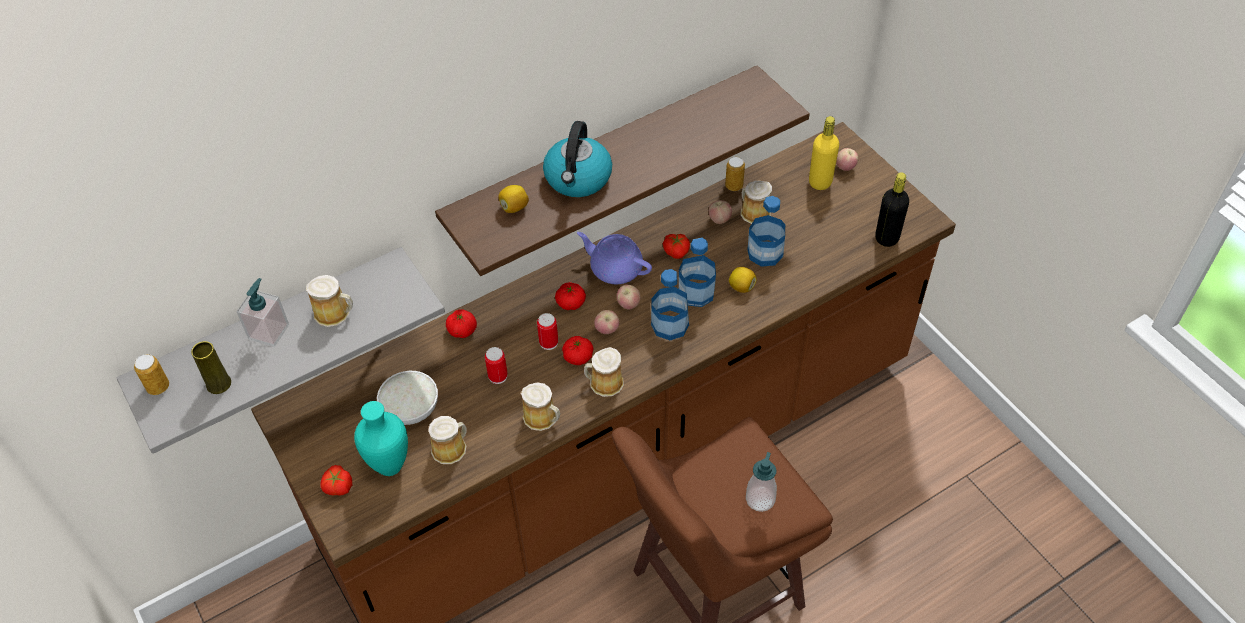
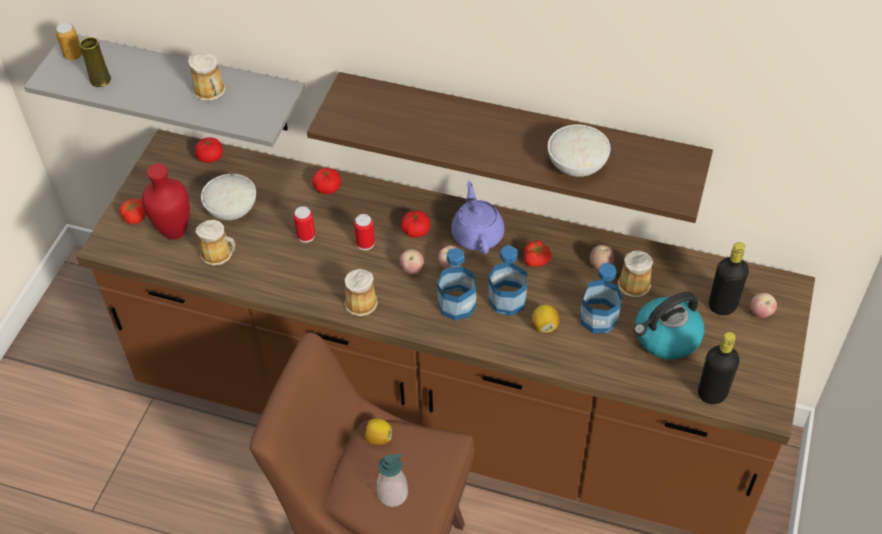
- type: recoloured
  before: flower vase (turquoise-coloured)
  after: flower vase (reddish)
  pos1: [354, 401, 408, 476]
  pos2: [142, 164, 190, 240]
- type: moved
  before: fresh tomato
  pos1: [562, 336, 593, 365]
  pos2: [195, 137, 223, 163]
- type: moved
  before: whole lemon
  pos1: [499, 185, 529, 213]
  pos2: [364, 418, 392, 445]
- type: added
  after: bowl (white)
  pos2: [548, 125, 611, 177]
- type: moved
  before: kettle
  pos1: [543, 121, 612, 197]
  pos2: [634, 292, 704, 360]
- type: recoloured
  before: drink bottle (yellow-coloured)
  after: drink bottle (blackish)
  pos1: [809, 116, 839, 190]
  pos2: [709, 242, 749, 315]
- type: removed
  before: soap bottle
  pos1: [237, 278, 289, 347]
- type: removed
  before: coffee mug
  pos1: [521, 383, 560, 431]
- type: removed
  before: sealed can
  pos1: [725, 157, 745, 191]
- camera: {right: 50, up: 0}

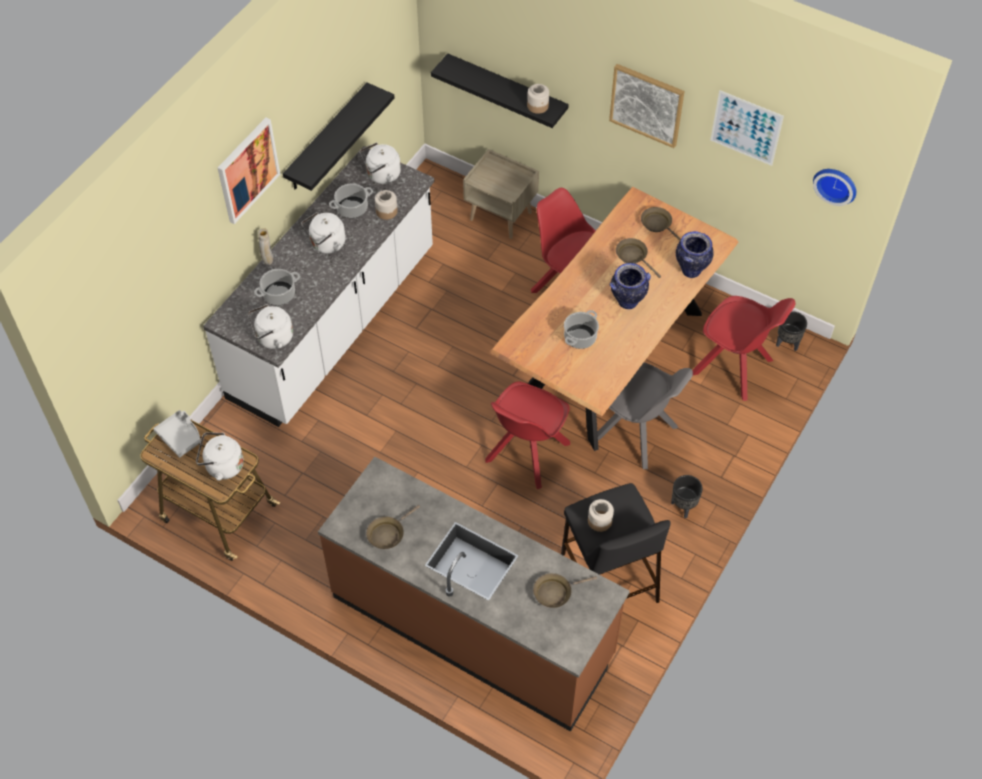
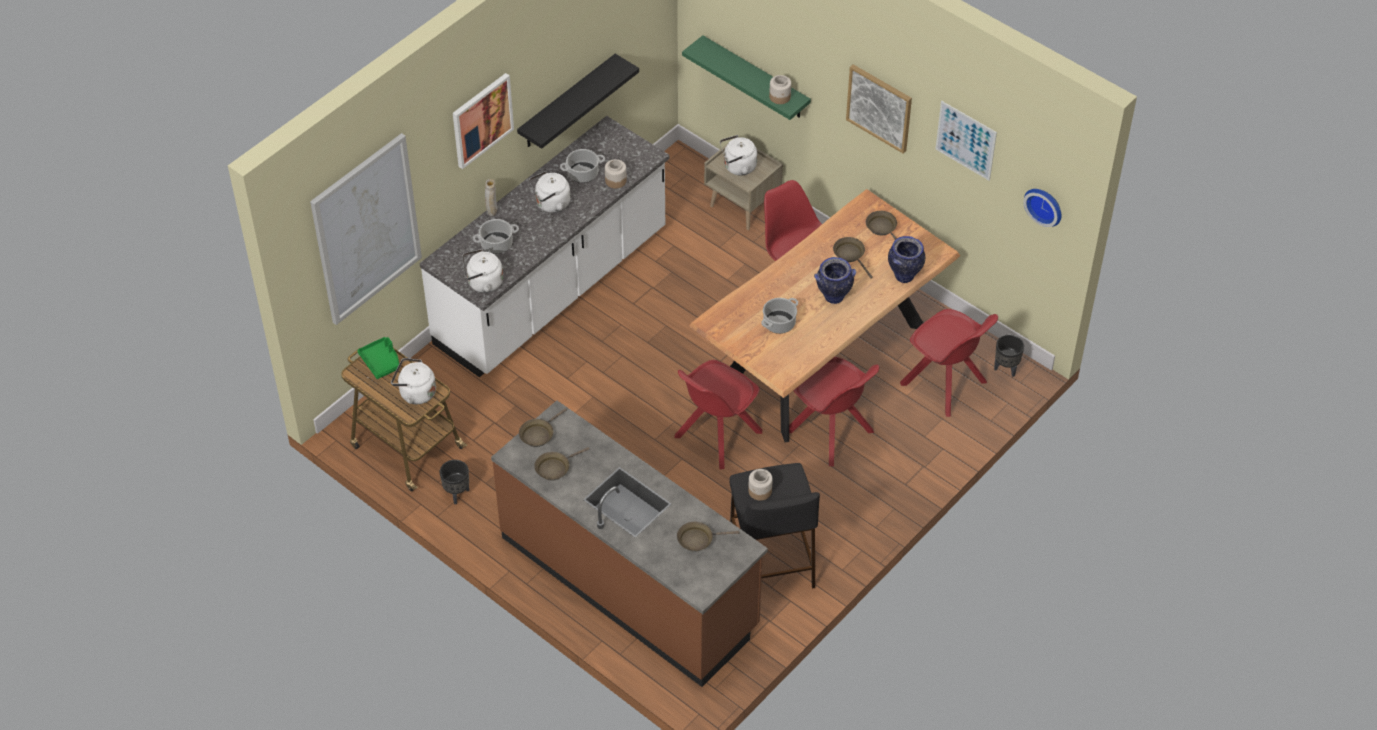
- type: added
  after: wall picture
  pos2: [310, 133, 422, 325]
- type: recoloured
  before: tray (gray)
  after: tray (greenish)
  pos1: [153, 410, 201, 457]
  pos2: [357, 337, 399, 379]
- type: moved
  before: planter (blackish)
  pos1: [671, 475, 703, 518]
  pos2: [440, 460, 469, 504]
- type: added
  after: pan (brown)
  pos2: [519, 408, 567, 447]
- type: recoloured
  before: wall shelf (blackish)
  after: wall shelf (greenish)
  pos1: [431, 54, 569, 128]
  pos2: [682, 35, 811, 120]
- type: moved
  before: kettle (white)
  pos1: [360, 142, 401, 184]
  pos2: [720, 135, 757, 176]
- type: recoloured
  before: chair (gray)
  after: chair (reddish)
  pos1: [597, 362, 693, 469]
  pos2: [789, 357, 879, 467]
- camera: {right: 10, up: -5}

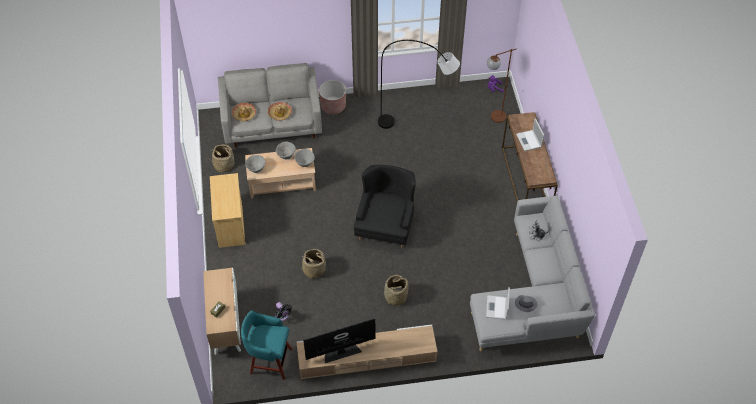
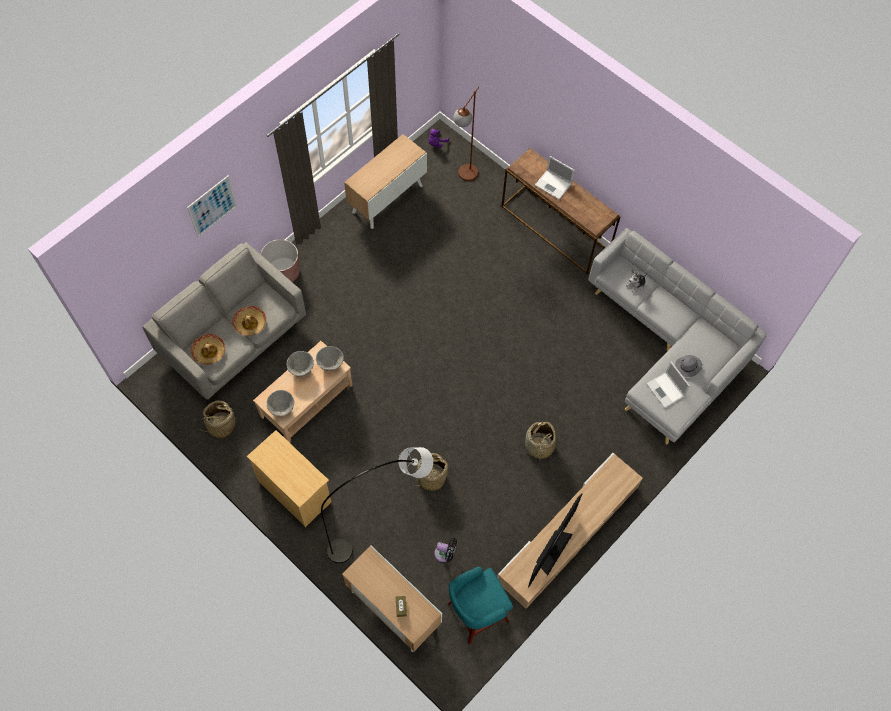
- type: added
  after: wall picture
  pos2: [187, 175, 237, 237]
- type: moved
  before: standard lamp (gray)
  pos1: [378, 40, 460, 129]
  pos2: [321, 447, 433, 563]
- type: added
  after: storage cabinet
  pos2: [344, 134, 427, 229]
- type: removed
  before: armchair (blackish)
  pos1: [354, 165, 416, 248]
- camera: {right: -40, up: 10}

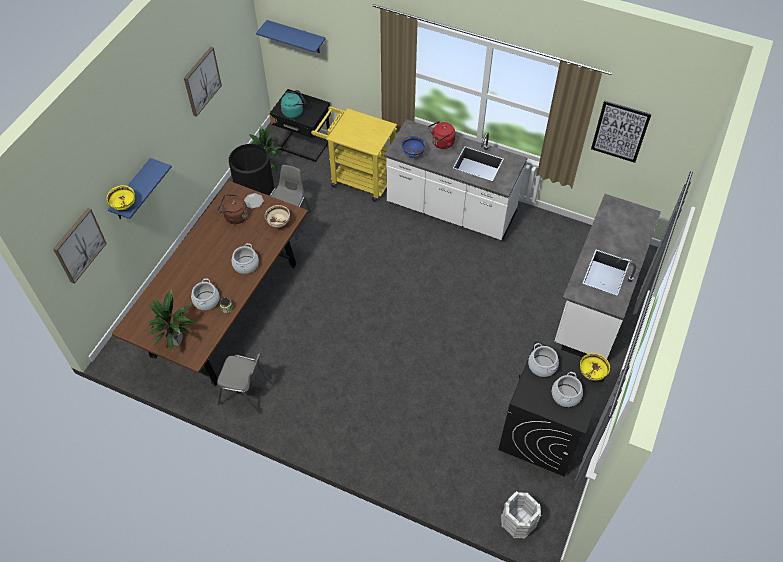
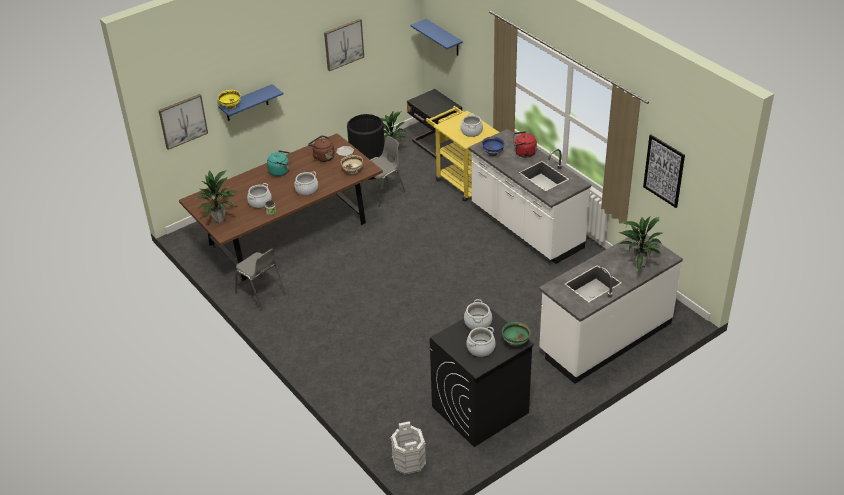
- type: moved
  before: kettle (turquoise-coloured)
  pos1: [281, 90, 306, 118]
  pos2: [267, 150, 291, 176]
- type: added
  after: cooking pot
  pos2: [460, 113, 483, 137]
- type: recoloured
  before: bowl (yellow-coloured)
  after: bowl (greenish)
  pos1: [580, 353, 610, 381]
  pos2: [502, 322, 531, 347]
- type: added
  after: houseplant
  pos2: [619, 217, 662, 272]
- camera: {right: 30, up: -15}

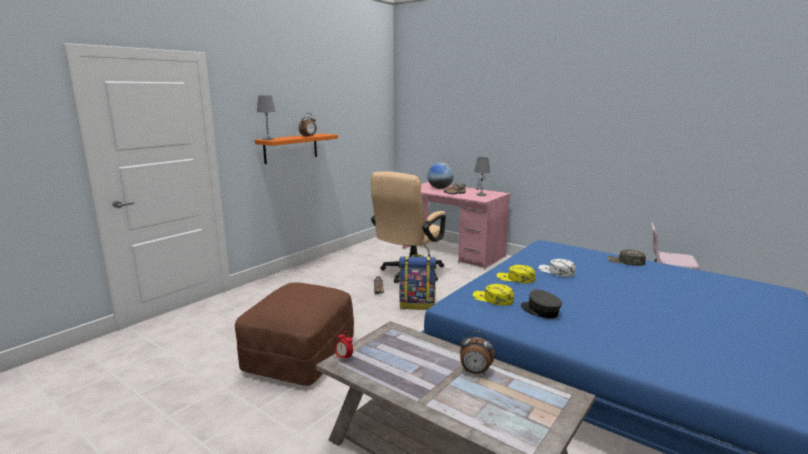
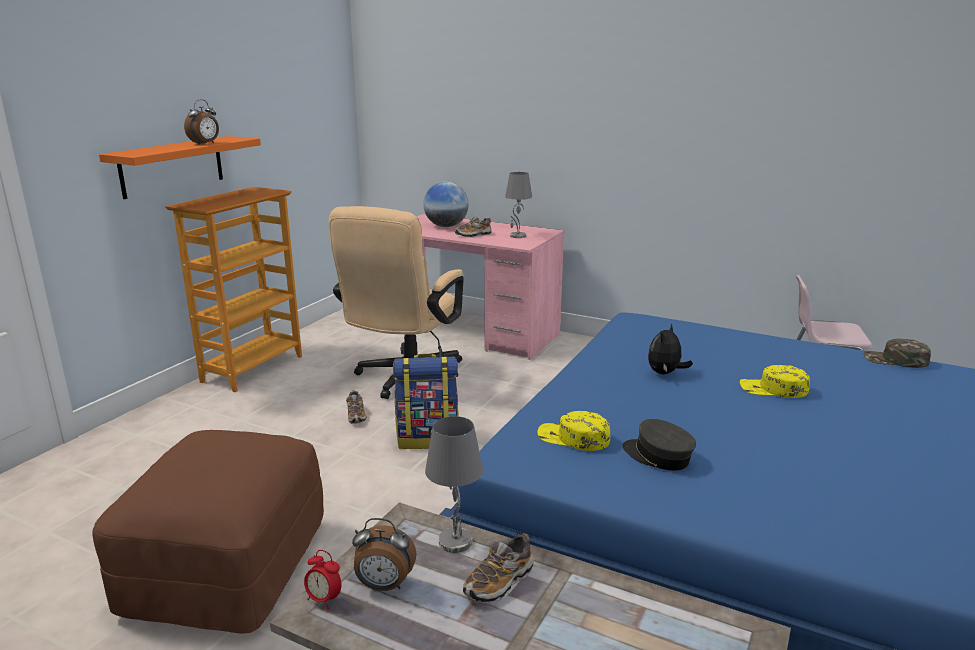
- type: added
  after: bookshelf
  pos2: [165, 187, 302, 392]
- type: moved
  before: table clock
  pos1: [460, 331, 495, 375]
  pos2: [352, 518, 417, 591]
- type: moved
  before: lamp for a table (gray)
  pos1: [257, 95, 276, 140]
  pos2: [425, 416, 483, 553]
- type: added
  after: low shoe
  pos2: [463, 533, 534, 603]
- type: replaced
  before: baseball cap (white)
  after: cuddly toy
  pos1: [539, 259, 576, 277]
  pos2: [648, 323, 693, 374]
- type: moved
  before: baseball cap (yellow-coloured)
  pos1: [497, 265, 535, 283]
  pos2: [740, 365, 810, 398]
- type: moved
  before: baseball cap (greenish)
  pos1: [608, 249, 646, 266]
  pos2: [863, 339, 931, 368]
- camera: {right: -10, up: 5}

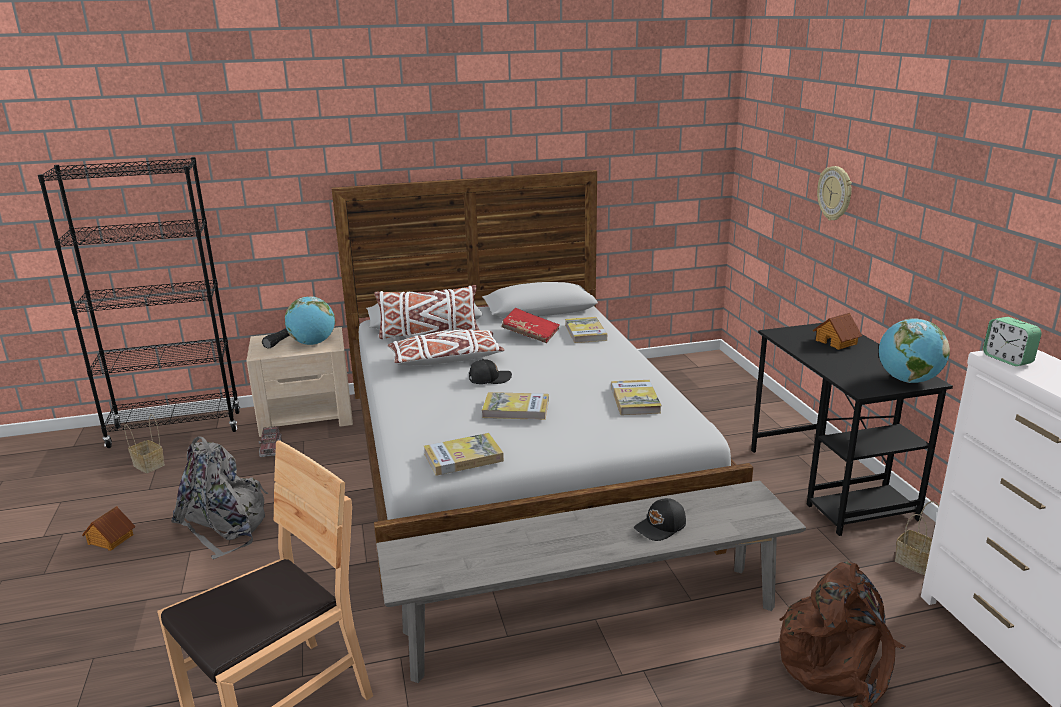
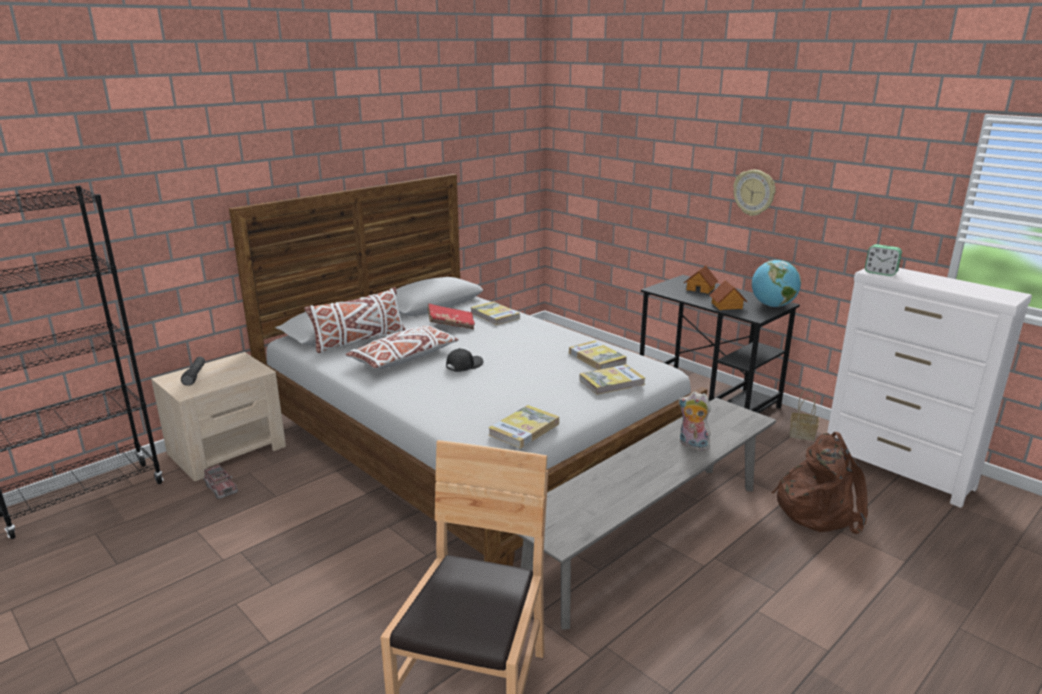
- type: moved
  before: bound book
  pos1: [482, 392, 549, 420]
  pos2: [579, 365, 645, 395]
- type: replaced
  before: baseball cap (blackish)
  after: cuddly toy
  pos1: [634, 498, 686, 541]
  pos2: [678, 392, 713, 451]
- type: moved
  before: toy house
  pos1: [82, 506, 136, 551]
  pos2: [709, 280, 747, 310]
- type: moved
  before: clock on the wall
  pos1: [817, 166, 852, 221]
  pos2: [733, 170, 776, 216]
- type: removed
  before: household basket
  pos1: [124, 414, 165, 473]
- type: removed
  before: backpack (gray)
  pos1: [171, 437, 268, 559]
- type: removed
  before: desk globe
  pos1: [285, 296, 335, 345]
- camera: {right: -30, up: 0}

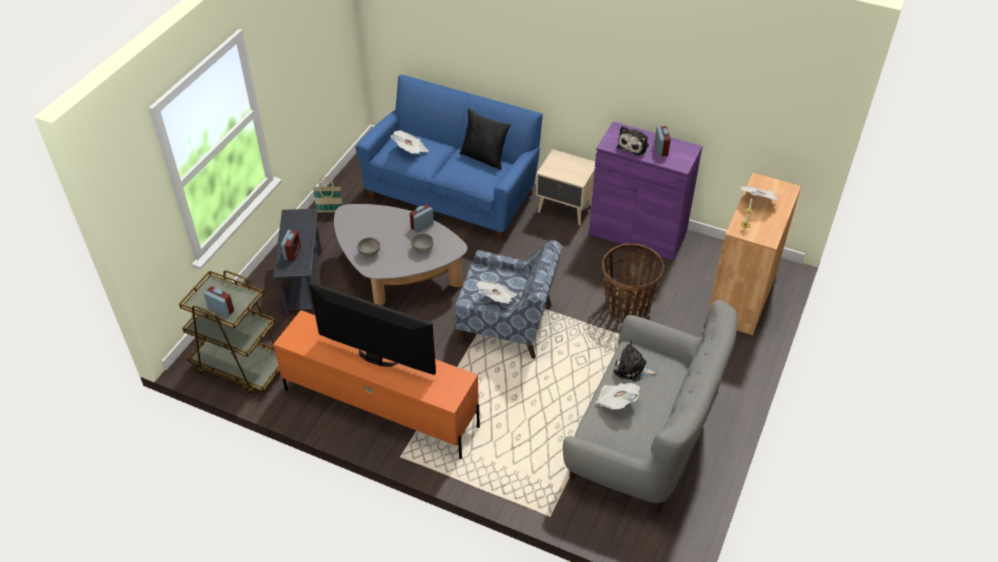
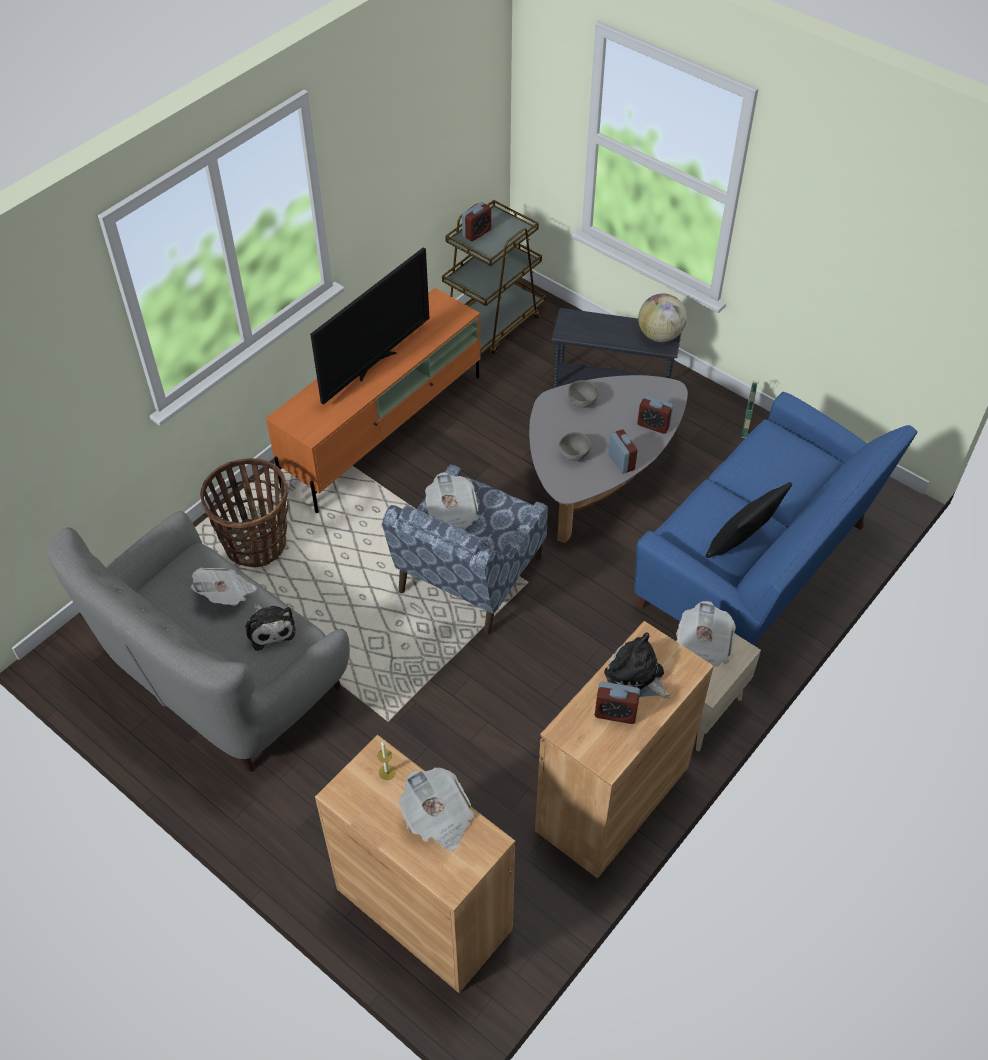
- type: moved
  before: household basket
  pos1: [602, 244, 664, 321]
  pos2: [200, 458, 289, 568]
- type: turned
  before: cuddly toy
  pos1: [614, 340, 657, 382]
  pos2: [245, 604, 296, 651]
  turn: 120
- type: recoloured
  before: storage cabinet (purplish)
  after: storage cabinet (brown)
  pos1: [589, 122, 703, 260]
  pos2: [535, 621, 714, 879]
- type: moved
  before: table clock
  pos1: [281, 230, 301, 261]
  pos2: [637, 396, 673, 434]
- type: added
  after: desk globe
  pos2: [638, 294, 687, 342]
- type: moved
  before: newspaper
  pos1: [391, 131, 429, 154]
  pos2: [676, 601, 736, 667]
- camera: {right: 105, up: 5}

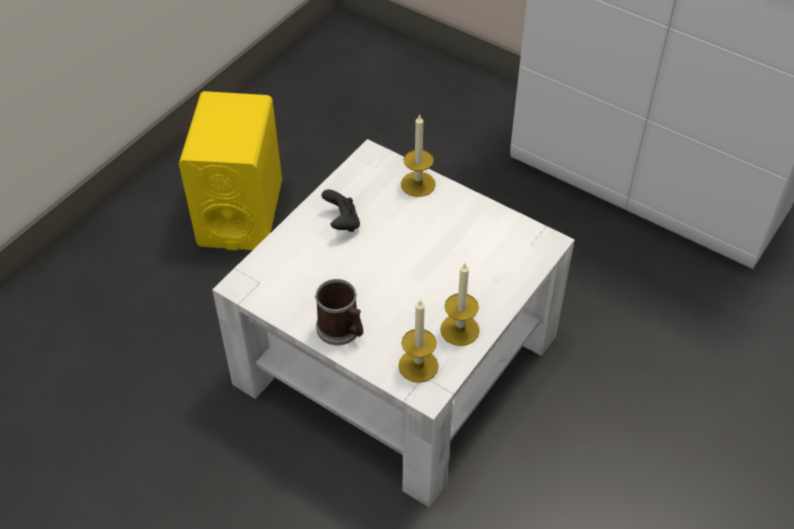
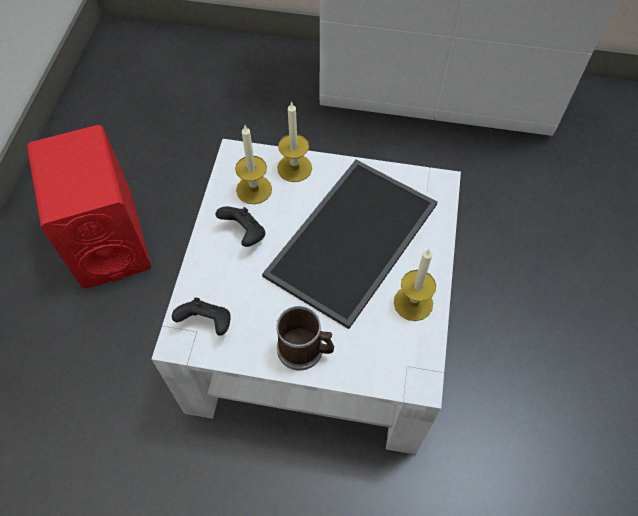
- type: recoloured
  before: audio speaker (yellow-coloured)
  after: audio speaker (reddish)
  pos1: [179, 91, 282, 250]
  pos2: [27, 125, 151, 288]
- type: added
  after: joypad (blackish)
  pos2: [172, 298, 230, 336]
- type: moved
  before: wax candle
  pos1: [398, 299, 438, 383]
  pos2: [235, 126, 272, 204]
- type: added
  after: tray
  pos2: [262, 160, 438, 329]
- camera: {right: -25, up: 10}

